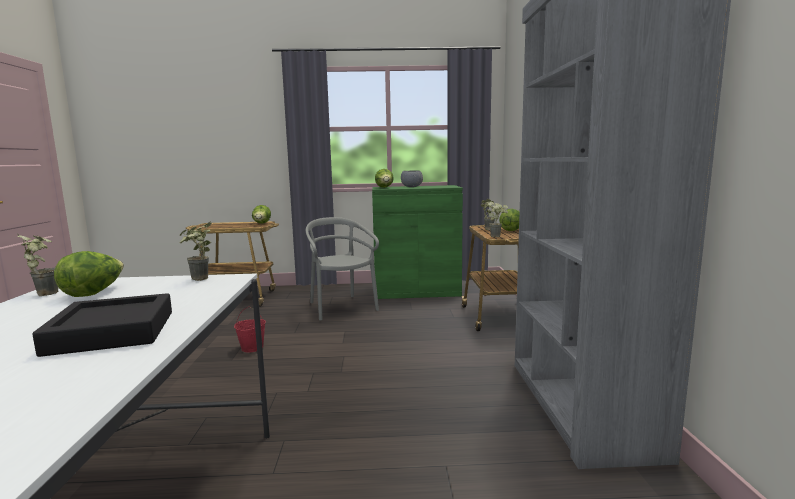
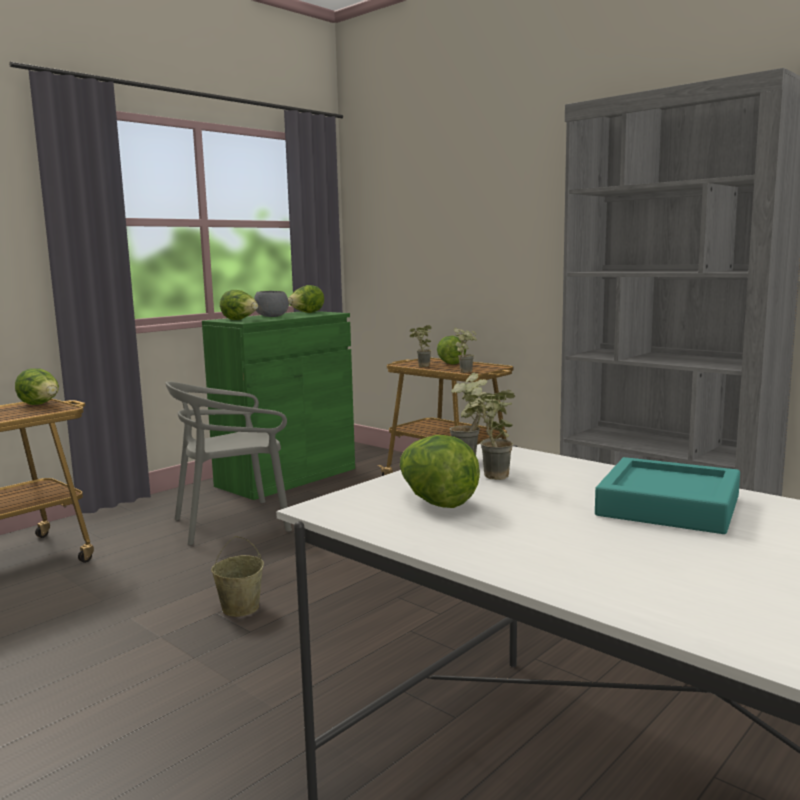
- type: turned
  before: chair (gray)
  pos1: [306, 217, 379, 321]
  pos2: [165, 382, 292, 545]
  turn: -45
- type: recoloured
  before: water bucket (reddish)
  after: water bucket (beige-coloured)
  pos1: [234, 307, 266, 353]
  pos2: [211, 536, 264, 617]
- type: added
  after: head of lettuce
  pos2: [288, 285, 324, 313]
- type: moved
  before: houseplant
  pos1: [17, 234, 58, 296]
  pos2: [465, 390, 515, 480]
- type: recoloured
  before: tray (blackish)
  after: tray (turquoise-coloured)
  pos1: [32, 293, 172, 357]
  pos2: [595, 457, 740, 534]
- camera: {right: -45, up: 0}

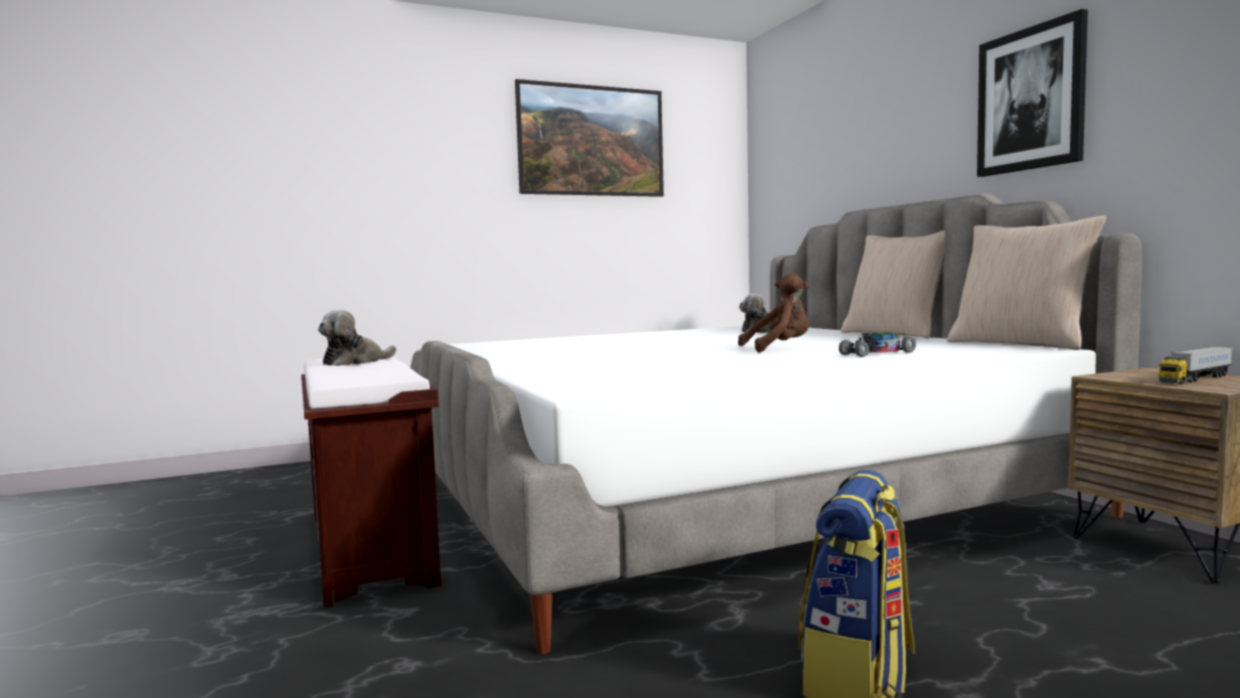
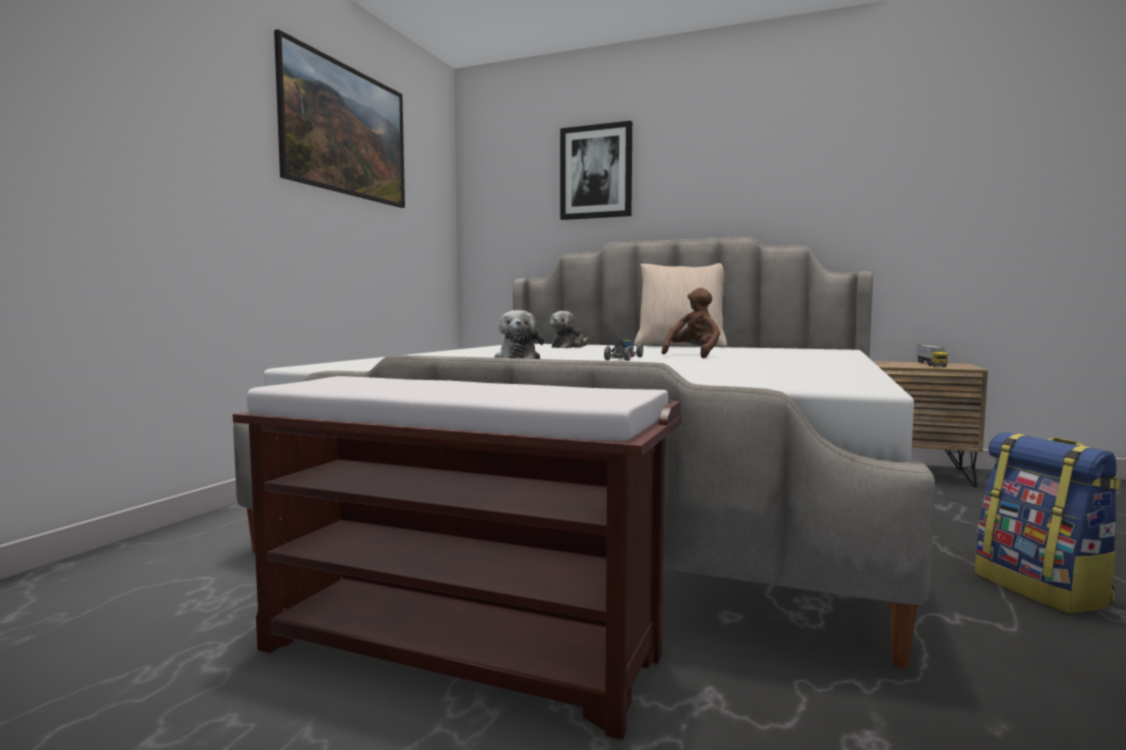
- type: moved
  before: cuddly toy
  pos1: [318, 309, 396, 366]
  pos2: [494, 310, 544, 359]
- type: moved
  before: wall picture
  pos1: [977, 9, 1088, 177]
  pos2: [560, 121, 632, 220]
- type: moved
  before: toy car
  pos1: [839, 332, 916, 357]
  pos2: [604, 340, 643, 361]
- type: removed
  before: pillow (beige-coloured)
  pos1: [947, 216, 1107, 350]
- camera: {right: -45, up: 0}

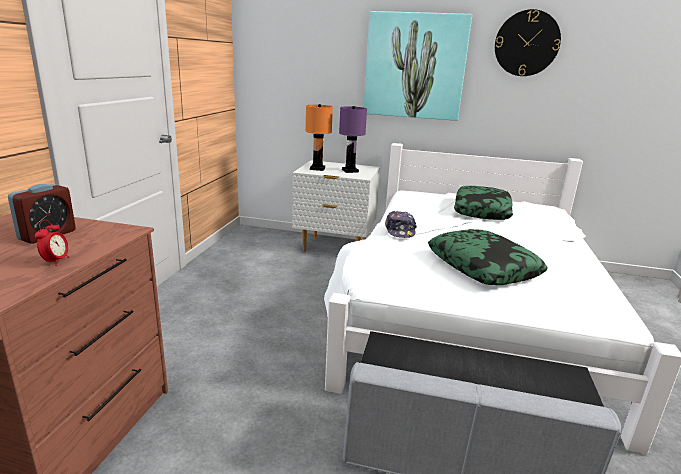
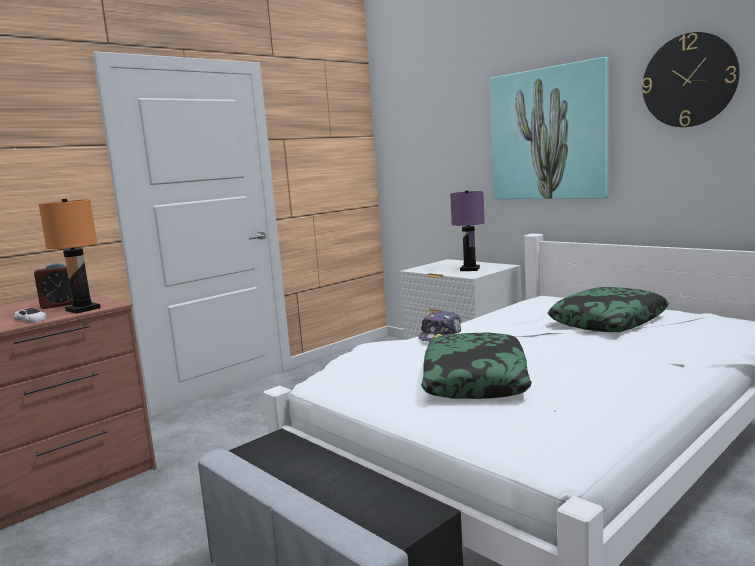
- type: replaced
  before: table clock
  after: toy car (white)
  pos1: [35, 220, 69, 266]
  pos2: [14, 308, 47, 323]
- type: moved
  before: lamp for a table (orange-coloured)
  pos1: [305, 104, 333, 171]
  pos2: [38, 199, 101, 314]
- camera: {right: 35, up: -10}

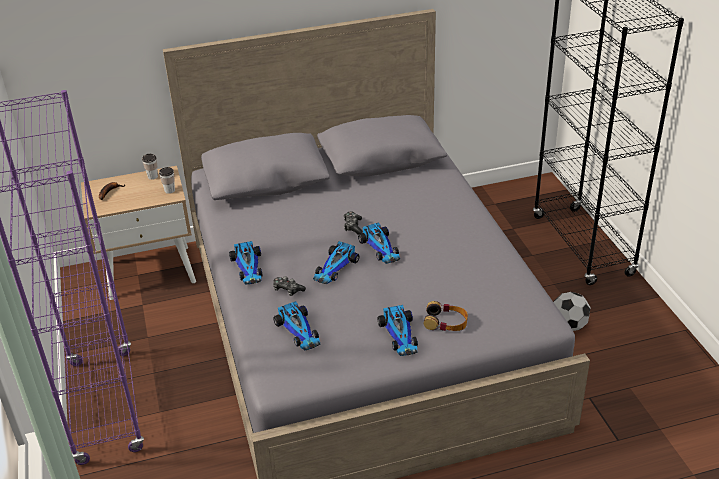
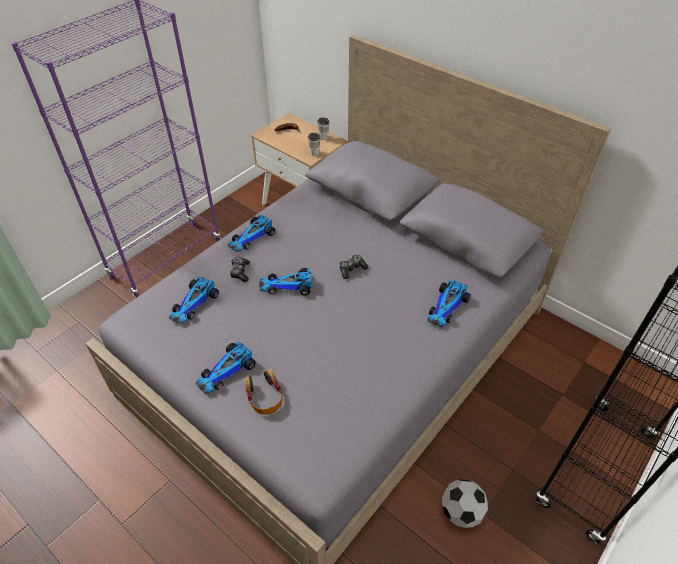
- type: moved
  before: toy car
  pos1: [358, 222, 400, 264]
  pos2: [427, 279, 471, 327]
- camera: {right: 55, up: 10}

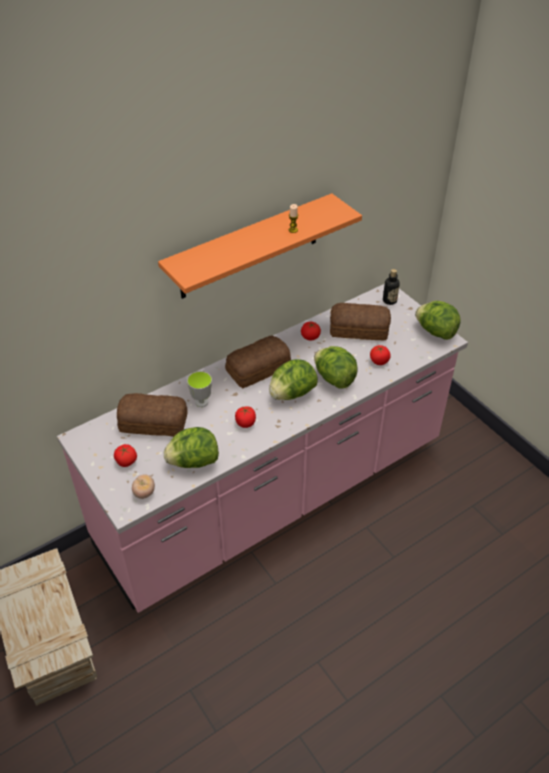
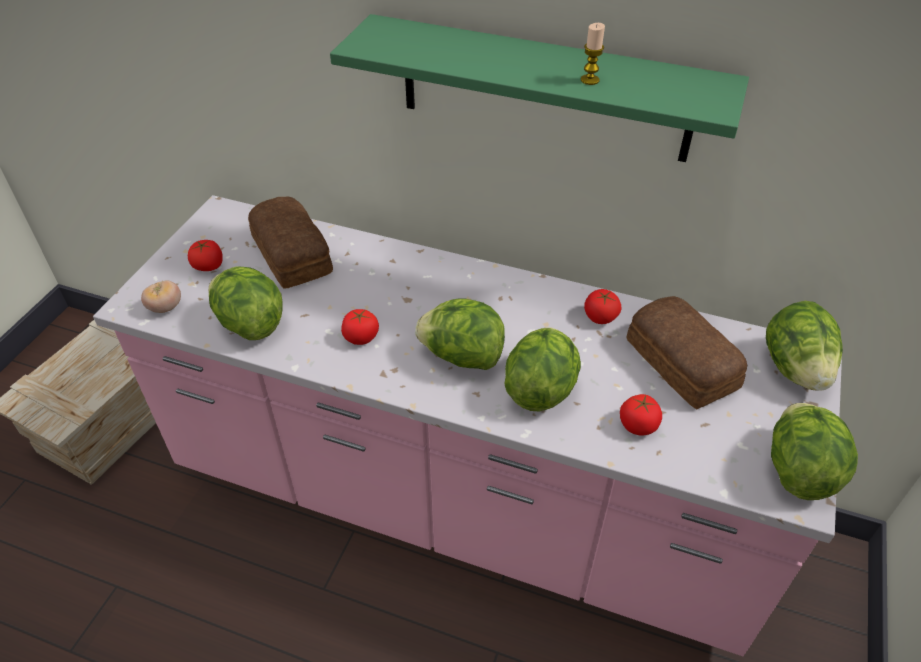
- type: recoloured
  before: wall shelf (orange-coloured)
  after: wall shelf (greenish)
  pos1: [158, 193, 362, 299]
  pos2: [330, 14, 749, 162]
- type: replaced
  before: drink bottle
  after: head of lettuce
  pos1: [383, 269, 400, 305]
  pos2: [766, 301, 843, 391]
- type: removed
  before: drinking cup
  pos1: [187, 371, 212, 407]
- type: removed
  before: bread
  pos1: [225, 336, 291, 388]
- camera: {right: 55, up: 0}

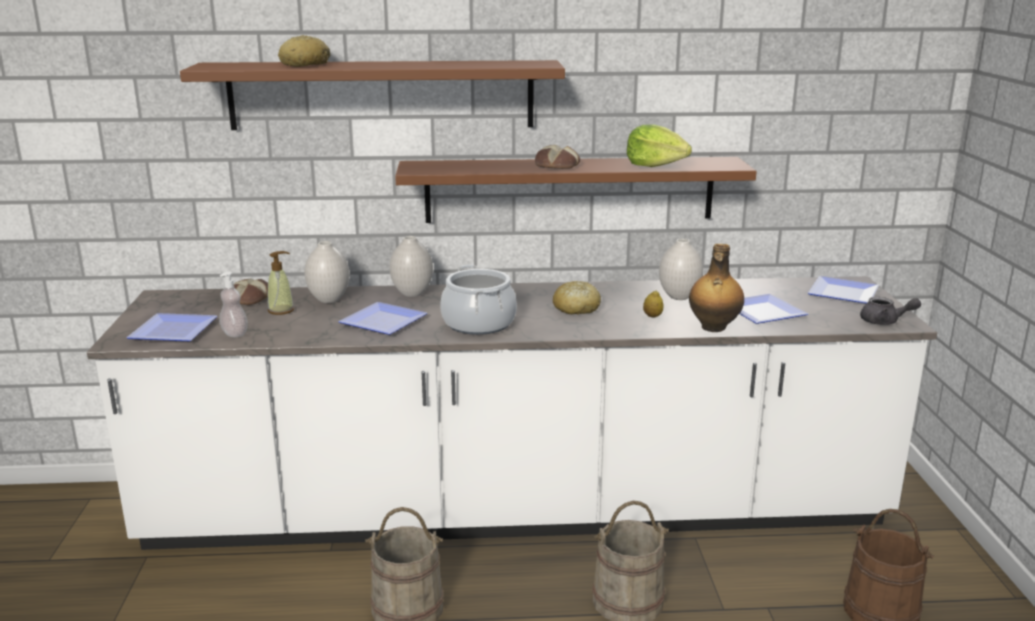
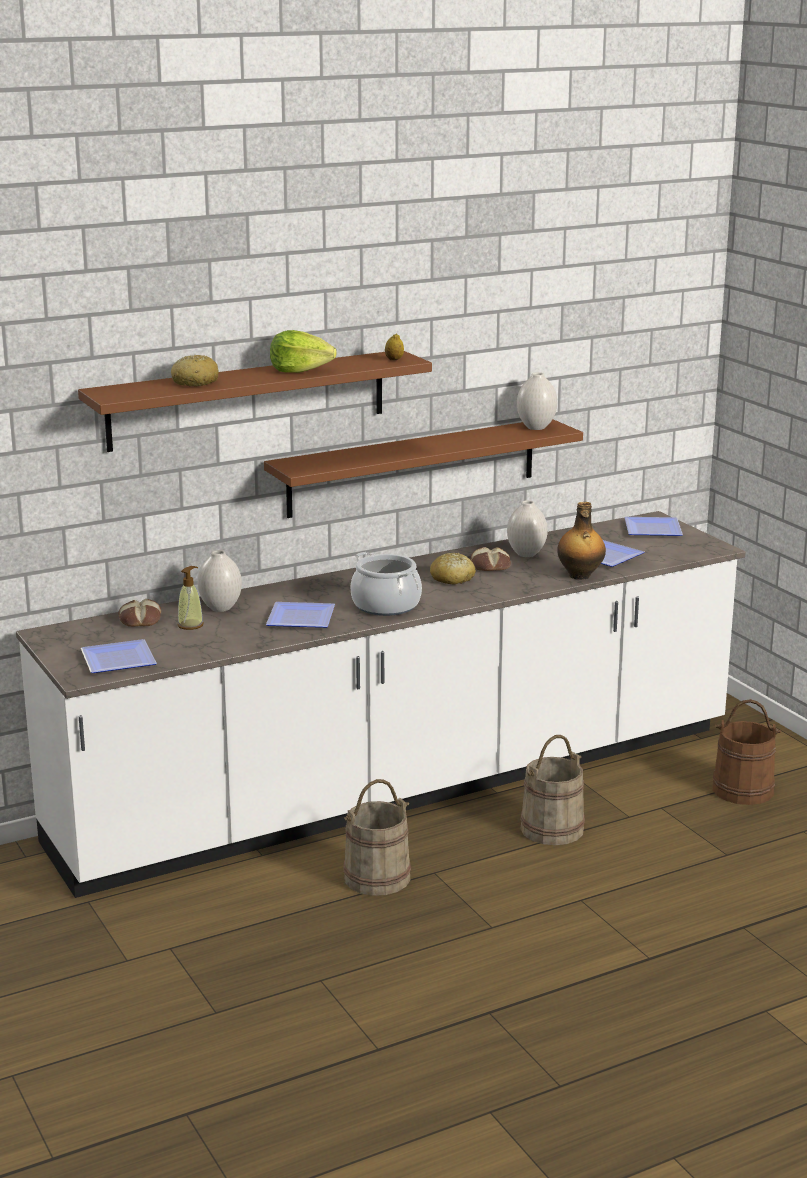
- type: moved
  before: head of lettuce
  pos1: [627, 124, 692, 167]
  pos2: [270, 330, 337, 373]
- type: moved
  before: whole lemon
  pos1: [643, 291, 663, 317]
  pos2: [385, 334, 404, 360]
- type: moved
  before: bread
  pos1: [535, 145, 580, 169]
  pos2: [470, 547, 511, 571]
- type: moved
  before: flower vase (white)
  pos1: [390, 236, 433, 297]
  pos2: [517, 372, 557, 430]
- type: removed
  before: soap bottle
  pos1: [219, 272, 248, 337]
- type: removed
  before: tea pot (gray)
  pos1: [860, 297, 921, 325]
- camera: {right: -25, up: 0}

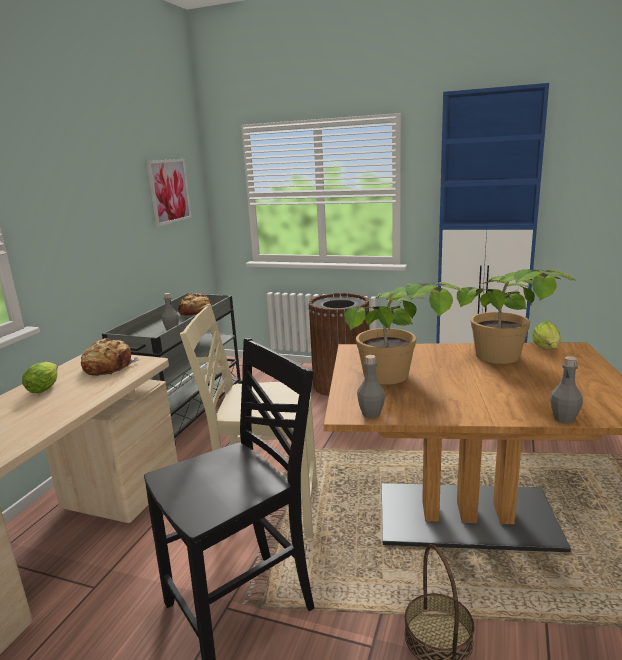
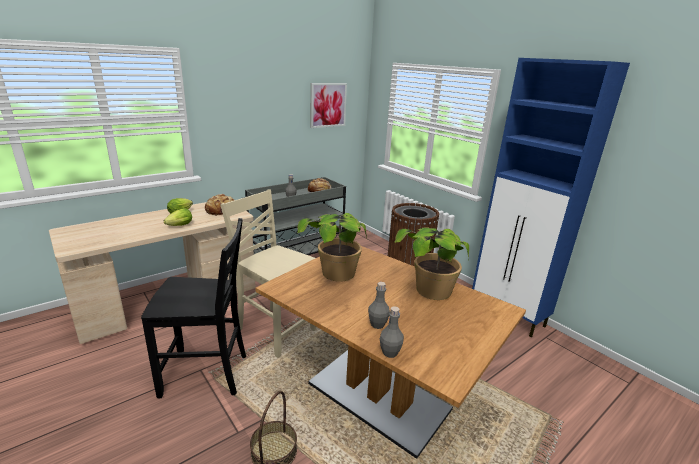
- type: moved
  before: head of lettuce
  pos1: [532, 321, 561, 350]
  pos2: [164, 208, 192, 226]
- type: moved
  before: drink bottle (gray)
  pos1: [357, 355, 385, 418]
  pos2: [368, 282, 390, 329]
- camera: {right: 30, up: 5}

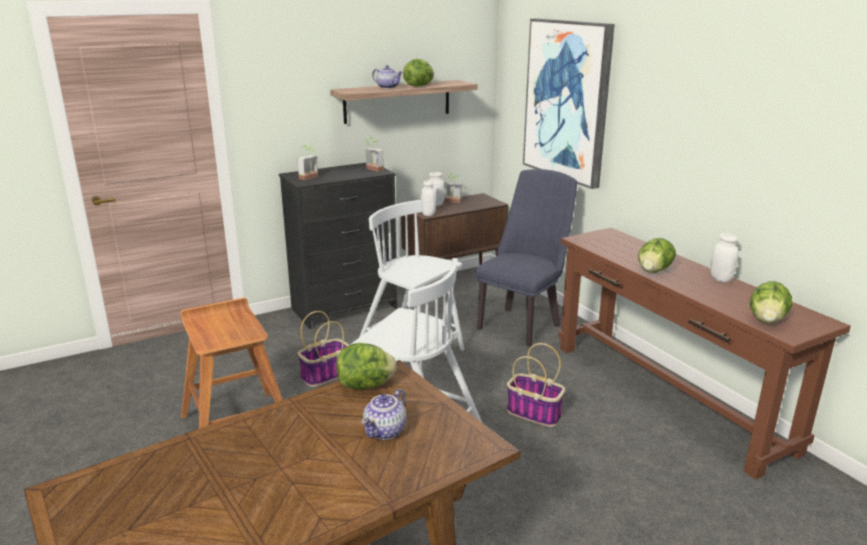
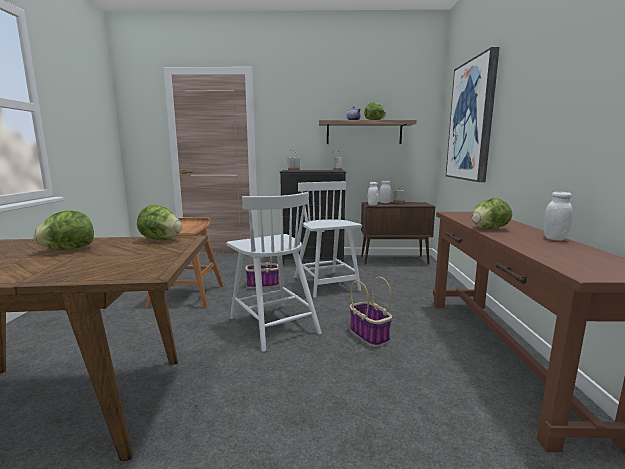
- type: moved
  before: head of lettuce
  pos1: [750, 281, 793, 323]
  pos2: [33, 210, 94, 250]
- type: removed
  before: tea pot
  pos1: [361, 389, 406, 440]
- type: removed
  before: chair (blue)
  pos1: [476, 169, 577, 347]
- camera: {right: 30, up: -10}

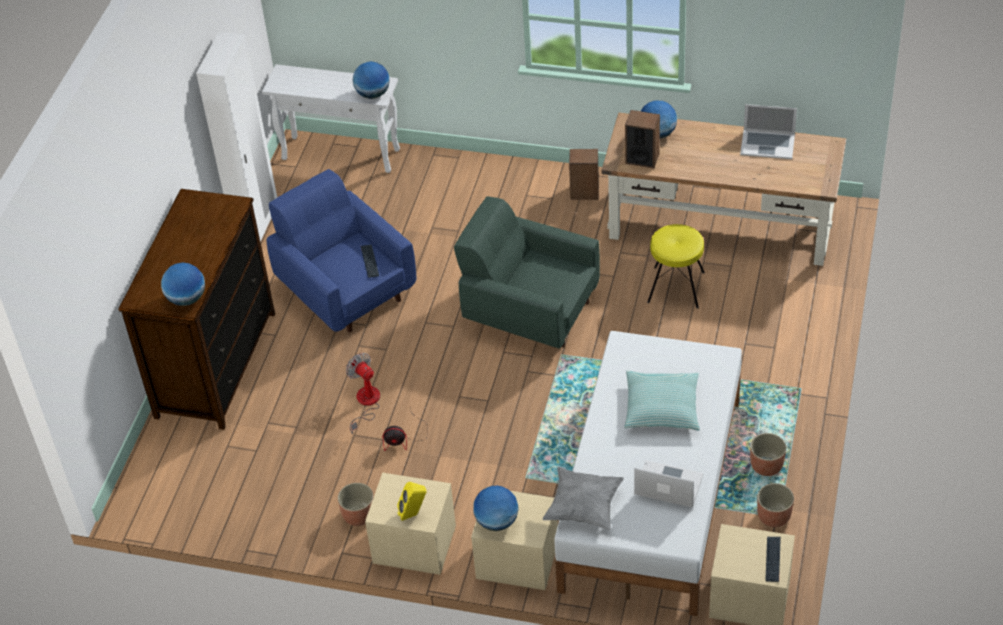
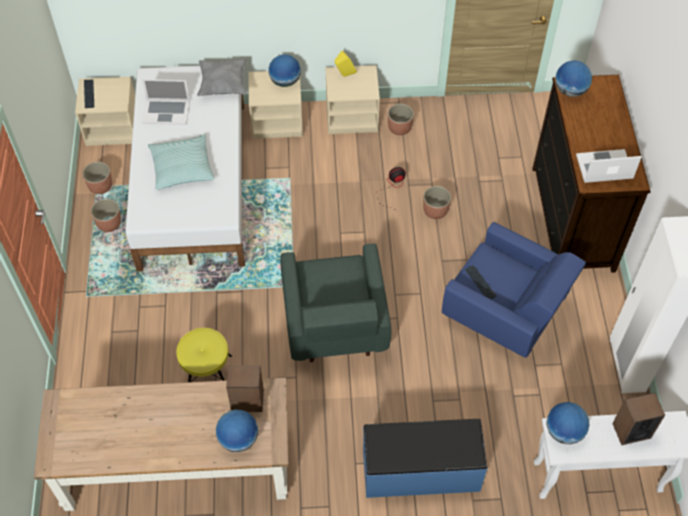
- type: turned
  before: armchair (greenish)
  pos1: [454, 196, 600, 348]
  pos2: [280, 244, 391, 362]
  turn: 75
- type: added
  after: bench (blue)
  pos2: [363, 419, 487, 498]
- type: replaced
  before: cooling fan
  after: planter
  pos1: [346, 353, 380, 434]
  pos2: [423, 186, 451, 219]
- type: moved
  before: portable computer
  pos1: [740, 104, 797, 159]
  pos2: [576, 149, 642, 183]
- type: moved
  before: audio speaker
  pos1: [569, 149, 599, 200]
  pos2: [612, 393, 665, 445]
- camera: {right: 160, up: 10}

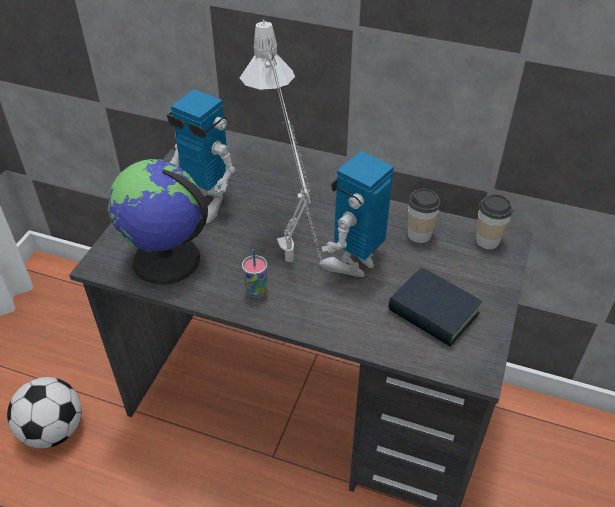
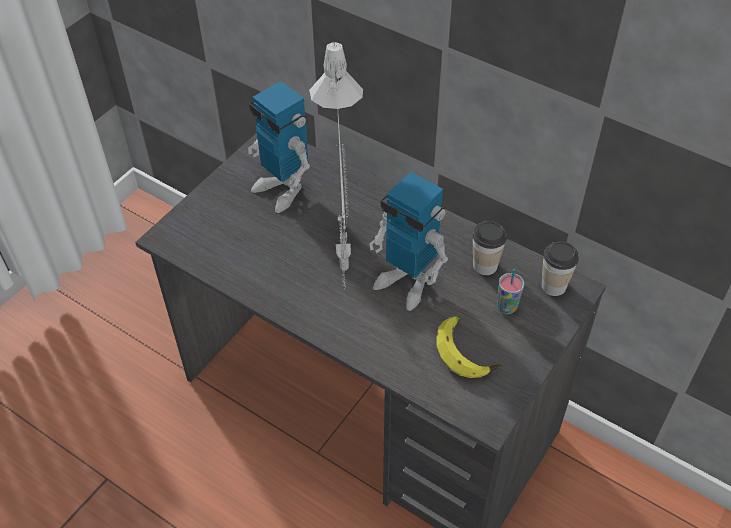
- type: turned
  before: robot figure
  pos1: [319, 151, 394, 277]
  pos2: [370, 172, 448, 311]
  turn: -105
- type: replaced
  before: bound book
  after: banana
  pos1: [388, 268, 482, 347]
  pos2: [437, 316, 502, 378]
- type: moved
  before: drinking cup
  pos1: [242, 249, 267, 298]
  pos2: [497, 269, 524, 315]
- type: removed
  before: football
  pos1: [7, 377, 82, 448]
- type: removed
  before: desk globe
  pos1: [108, 159, 208, 285]
- camera: {right: 15, up: 5}

